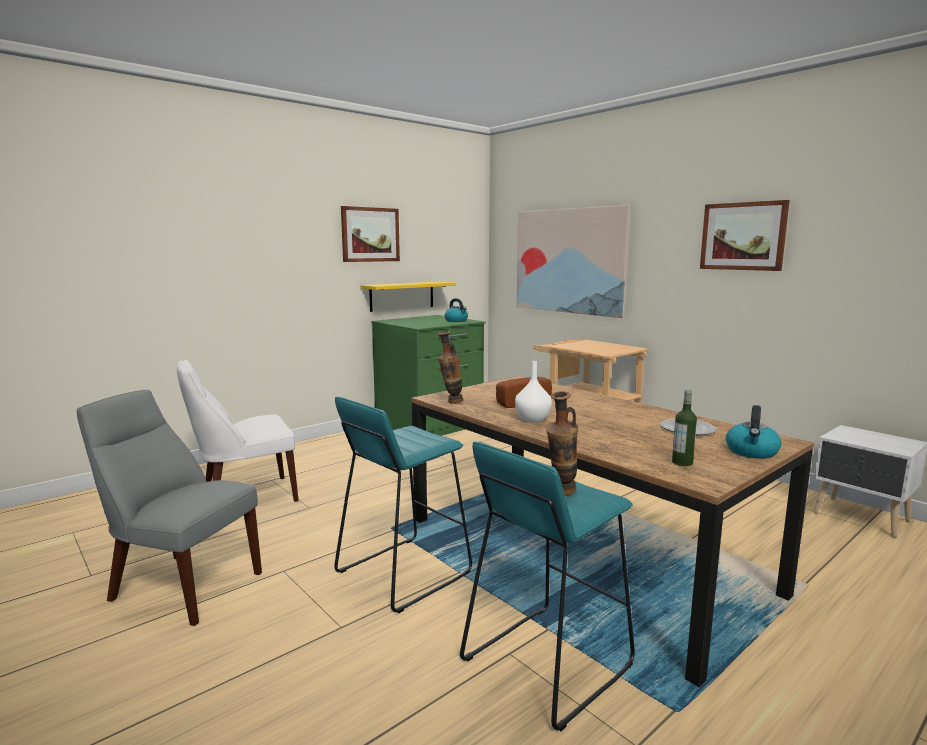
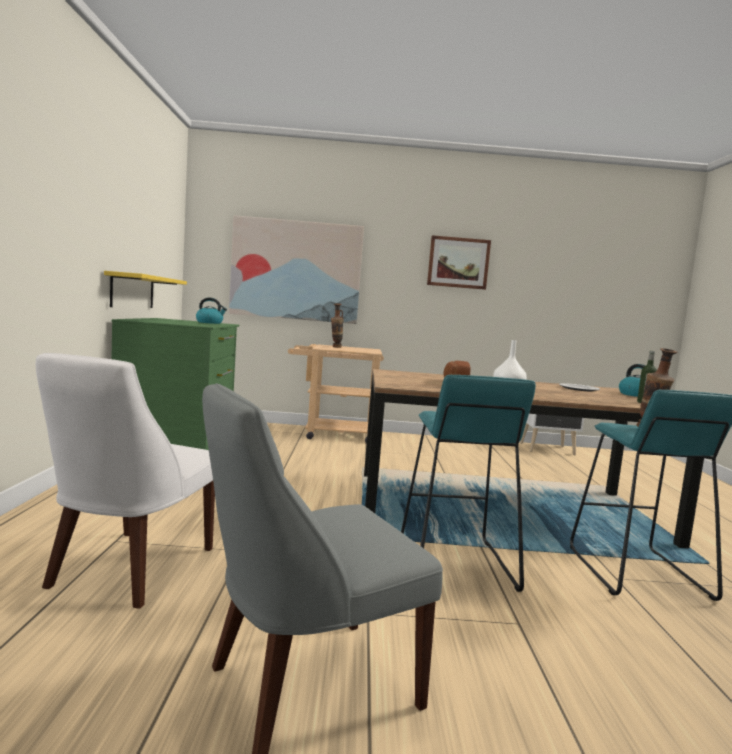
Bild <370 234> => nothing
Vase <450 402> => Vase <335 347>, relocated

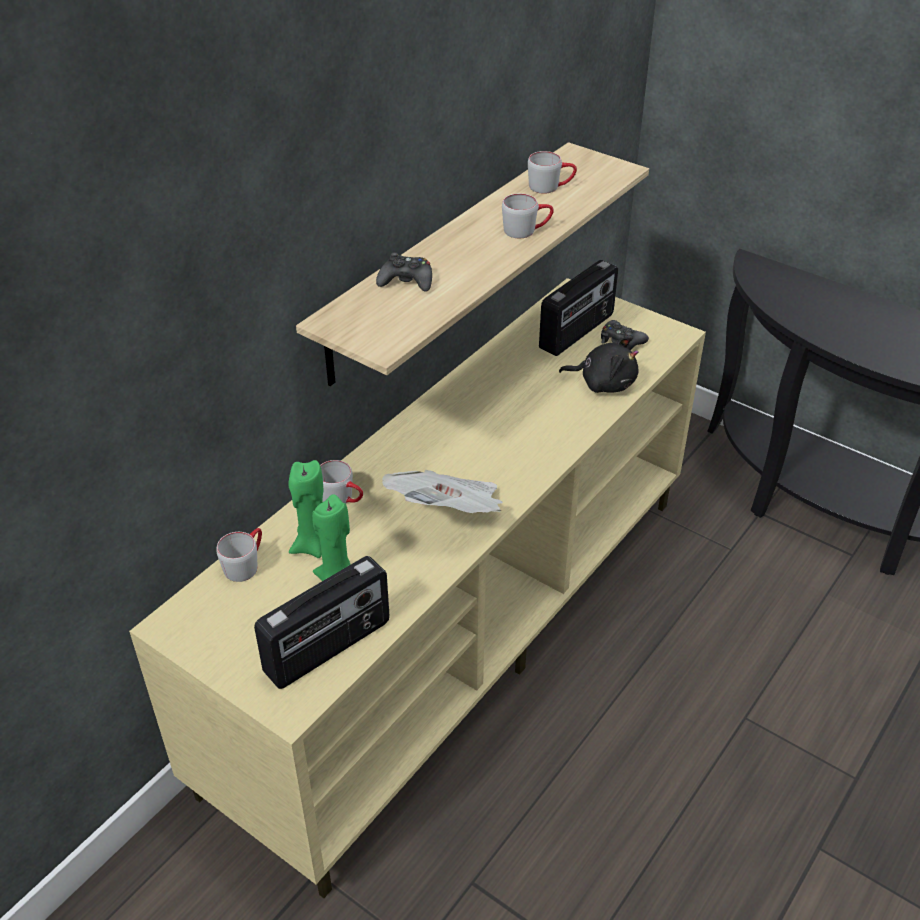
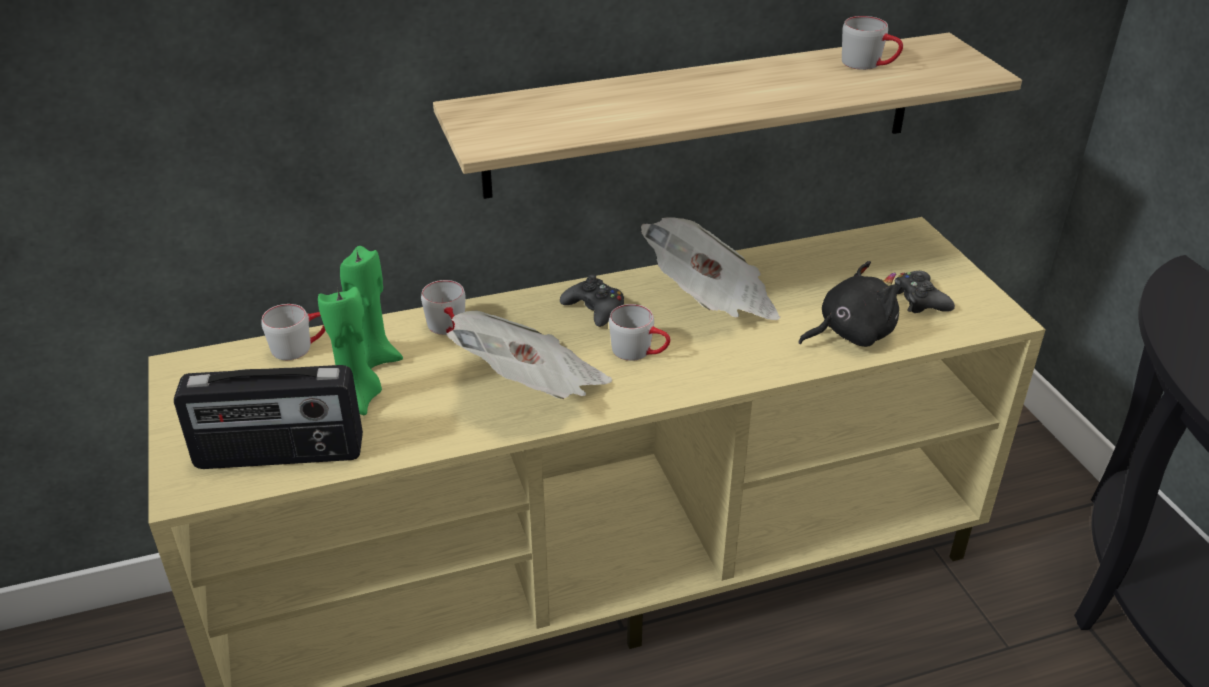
Henkelbecher (grau) <526 230> => Henkelbecher (grau) <640 352>, relocated
Gamepad (schwarz) <406 281> => Gamepad (schwarz) <595 309>, relocated
Radio <577 332> => nothing
Plüschtier (schwarz) <603 383> => Plüschtier (schwarz) <850 333>, 75 degrees counterclockwise
nothing => Zeitung <711 301>

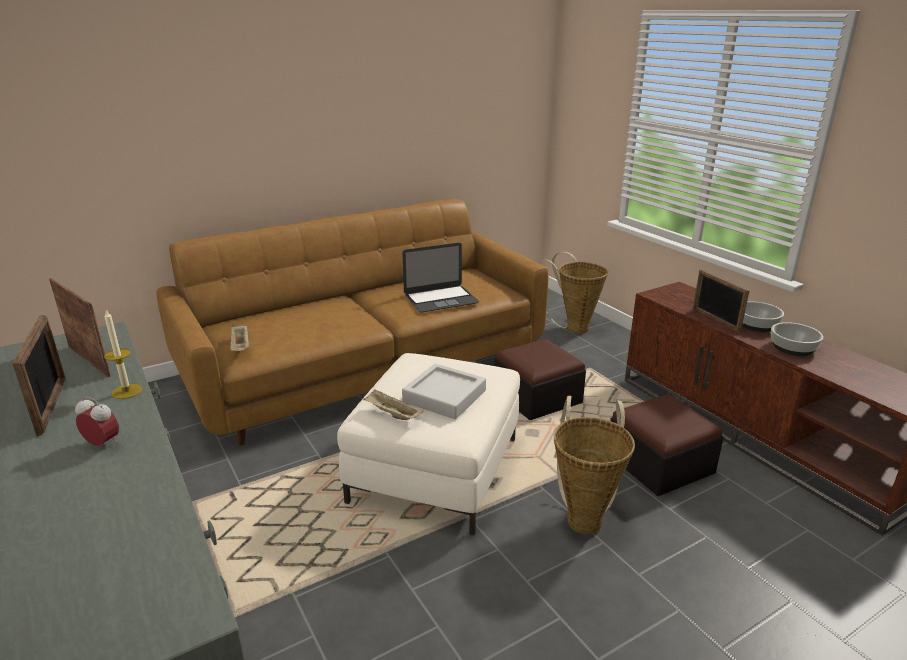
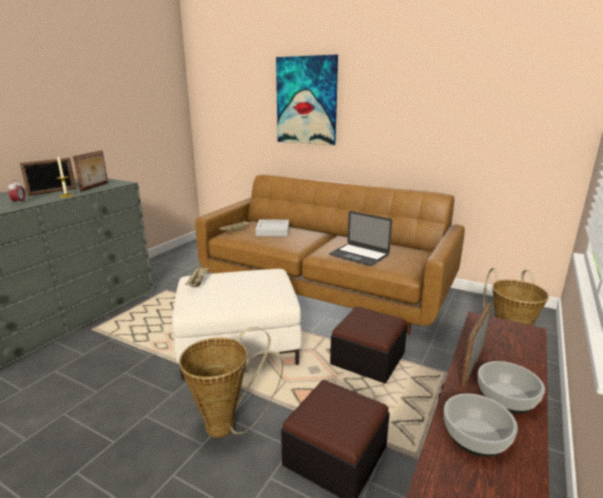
Tablett (grau) <444 396> => Tablett (grau) <273 231>, relocated
nothing => Bild <306 101>

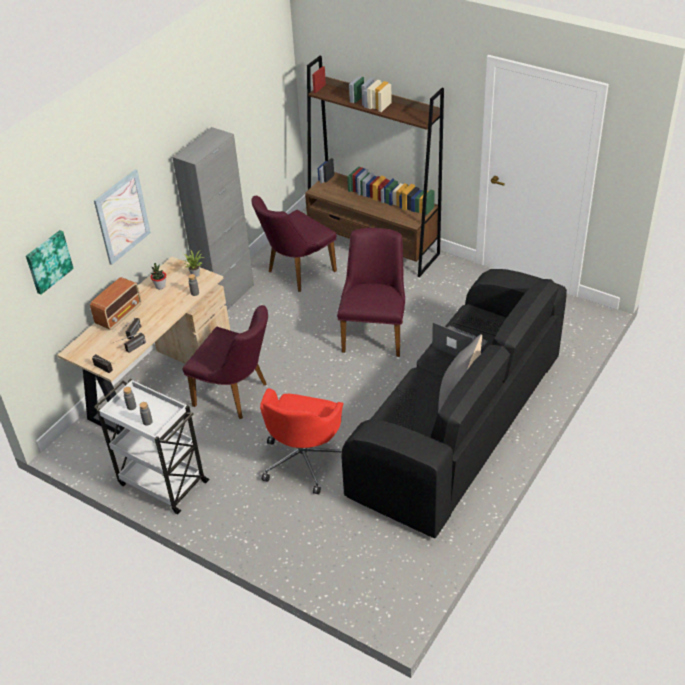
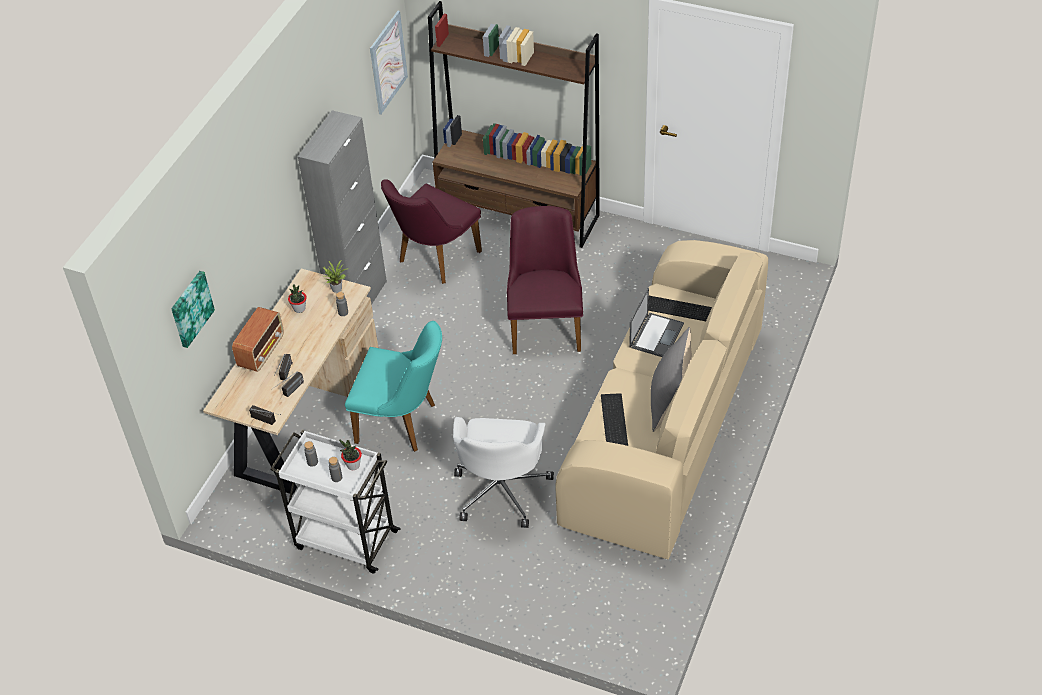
Bild <122 217> => Bild <388 62>, relocated
Sofa (schwarz) <458 426> => Sofa (beige) <665 427>
Stuhl (lila) <237 395> => Stuhl (türkis) <403 423>
Laptop <459 344> => Laptop <656 335>, 90 degrees clockwise
Bürostuhl (rot) <304 459> => Bürostuhl (weiß) <501 489>
nothing => Topfpflanze <353 465>

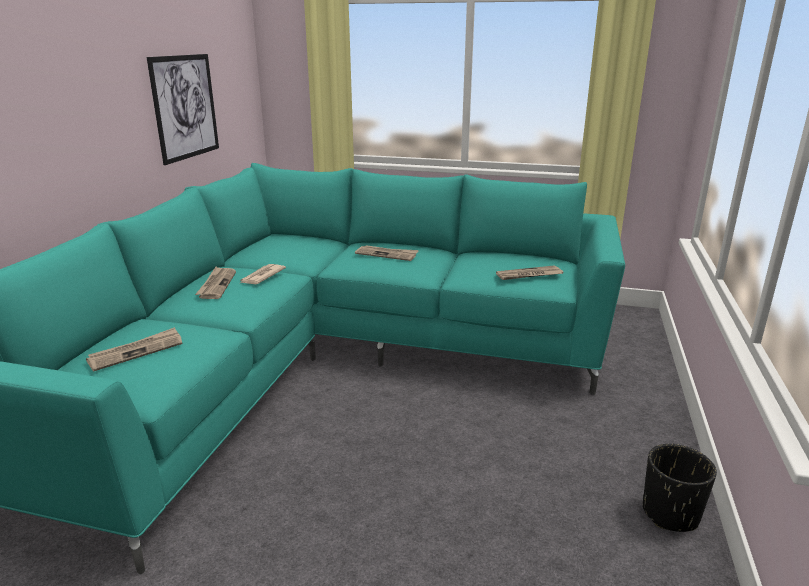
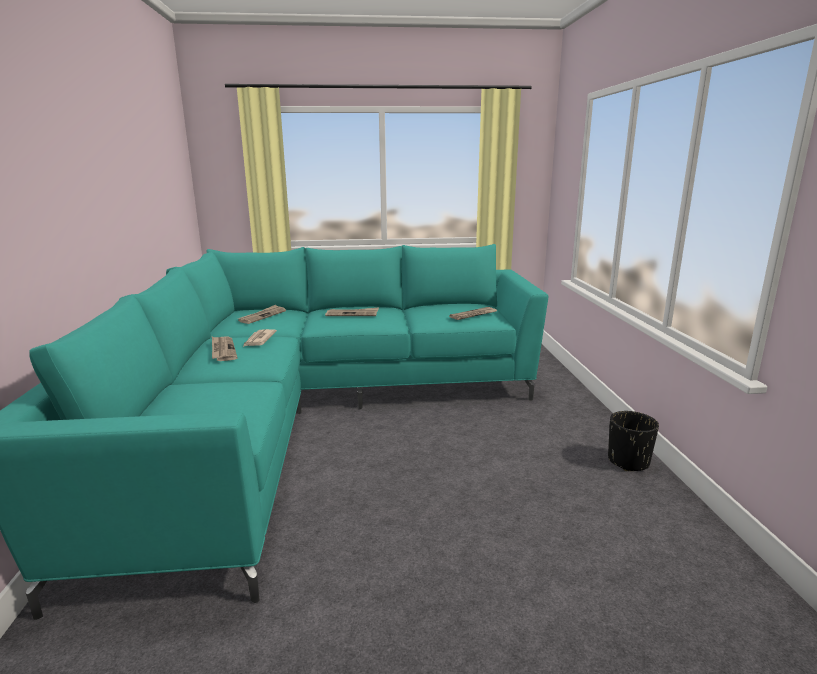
Bild <185 107> => nothing
Zeitung <136 351> => Zeitung <262 316>, relocated

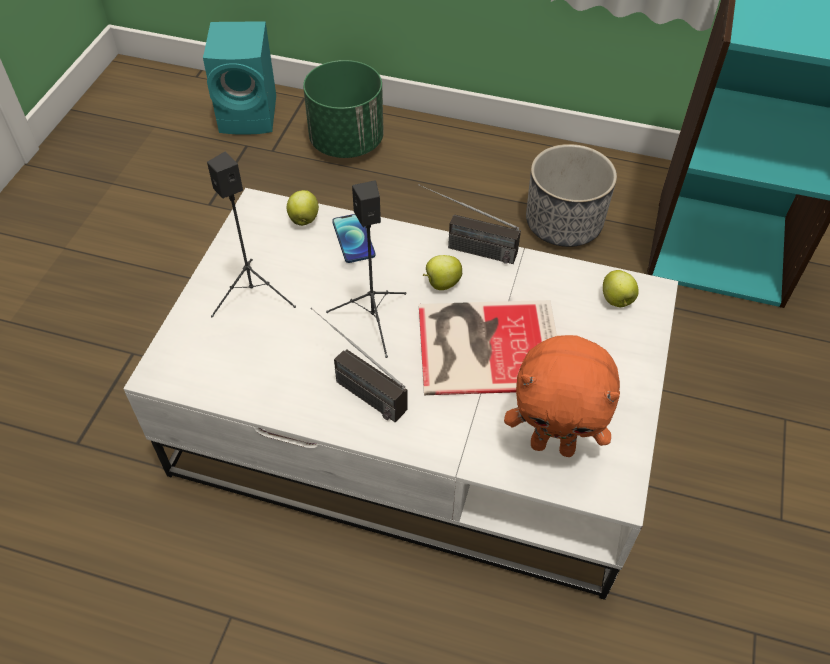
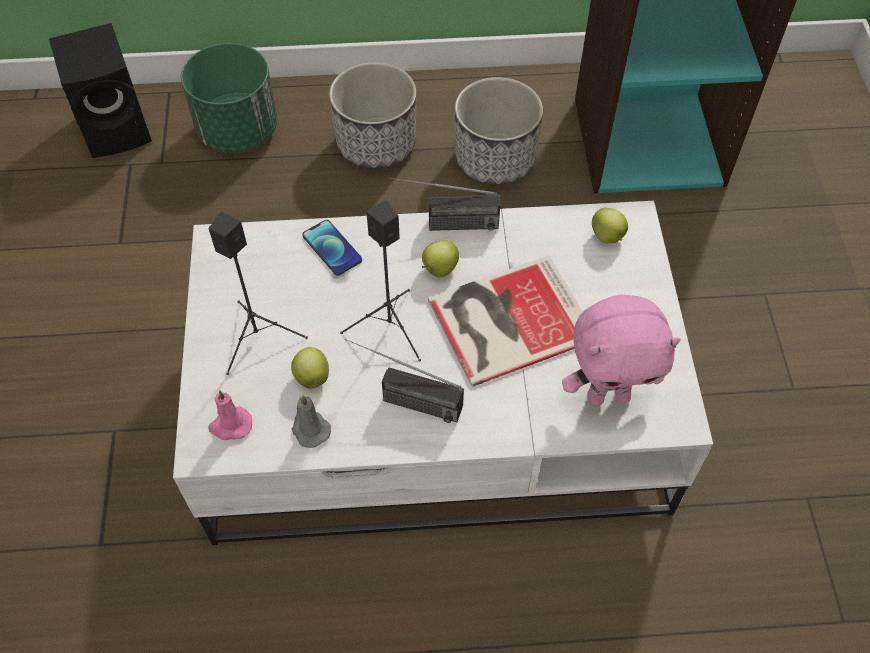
Lautsprecher (türkis) <251 115> => Lautsprecher (schwarz) <118 128>
Apfel <304 219> => Apfel <312 376>, relocated
Plüschtier (orange) <553 445> => Plüschtier (rosa) <608 395>
nothing => Pflanzkübel <375 144>
nothing => Kerze (rosa) <230 425>
nothing => Kerze (grau) <310 429>

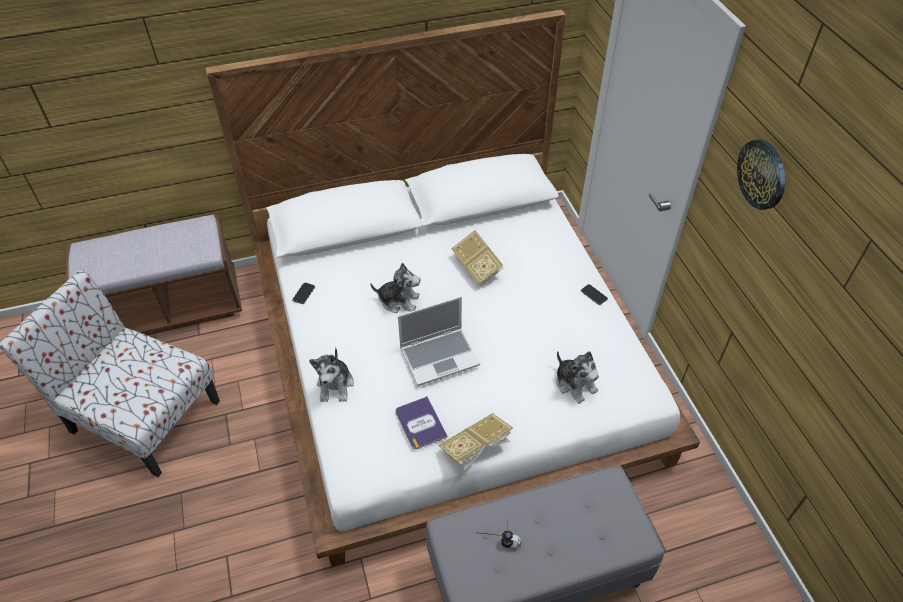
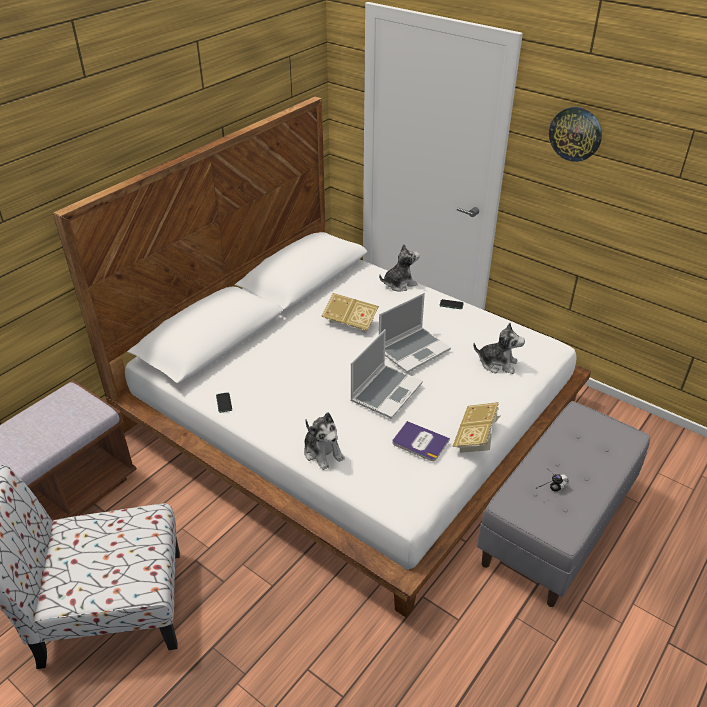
Plüschtier <399 301> => Plüschtier <399 284>, relocated
nothing => Laptop <413 350>

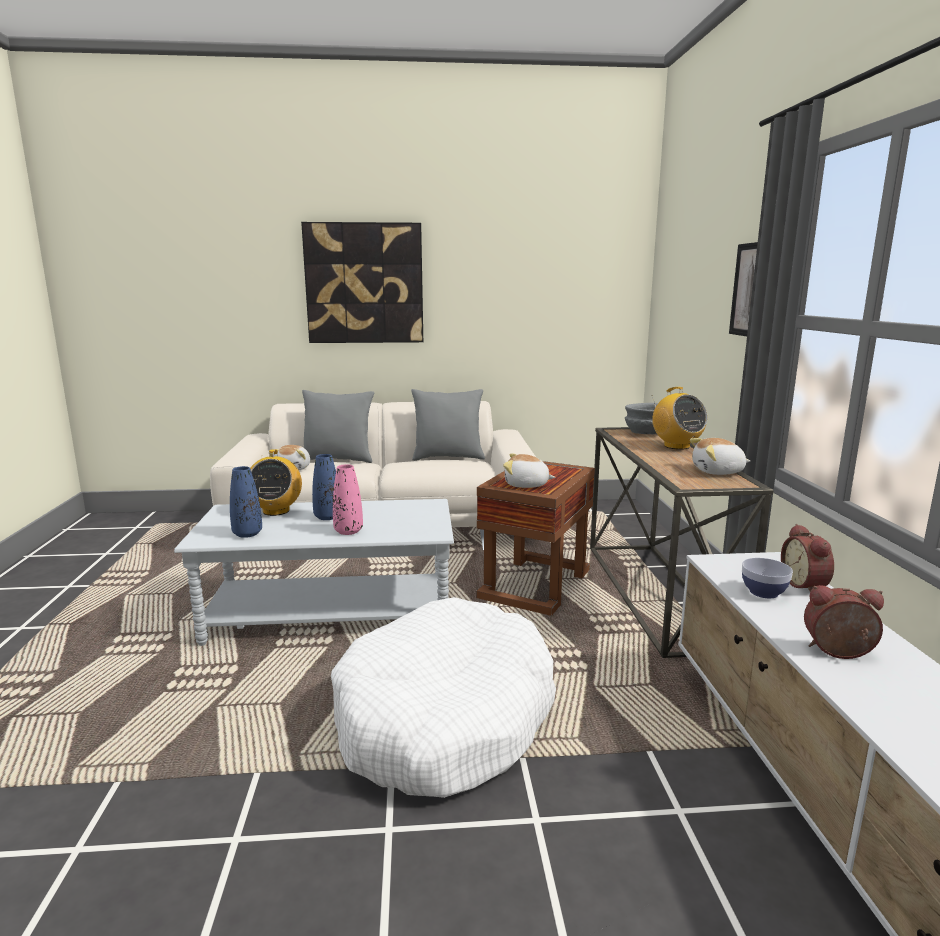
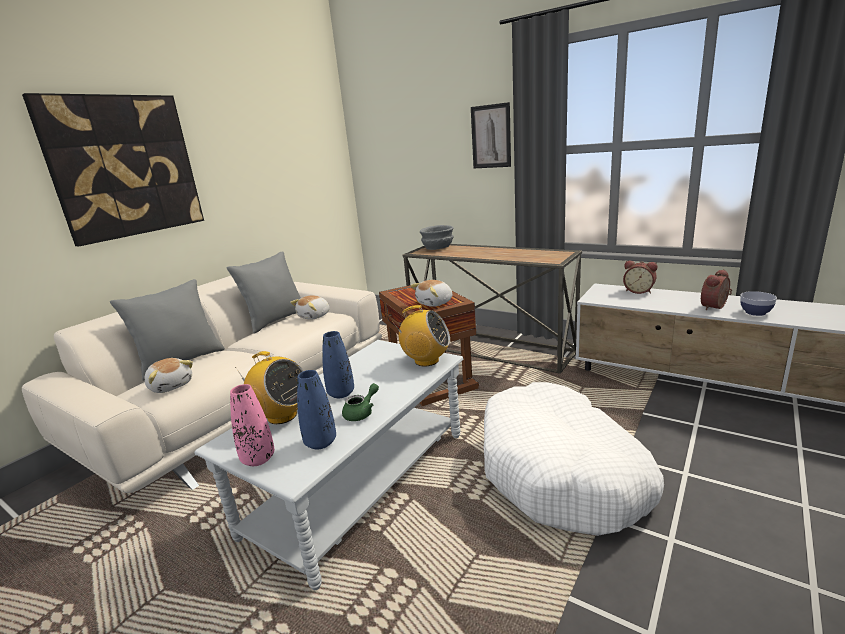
Radio <676 446> => Radio <426 361>, relocated
Plüschtier <718 472> => Plüschtier <315 316>, relocated
Vase (rosa) <348 531> => Vase (rosa) <258 459>, relocated
Schüssel <763 592> => Schüssel <755 312>, relocated
nothing => Teekanne (grün) <362 413>

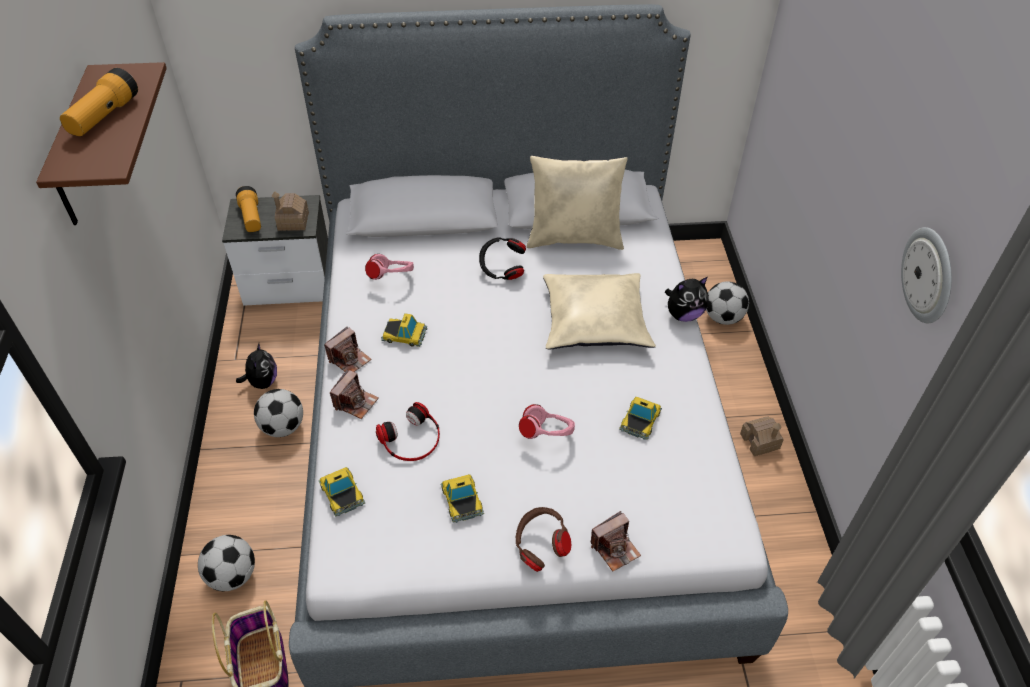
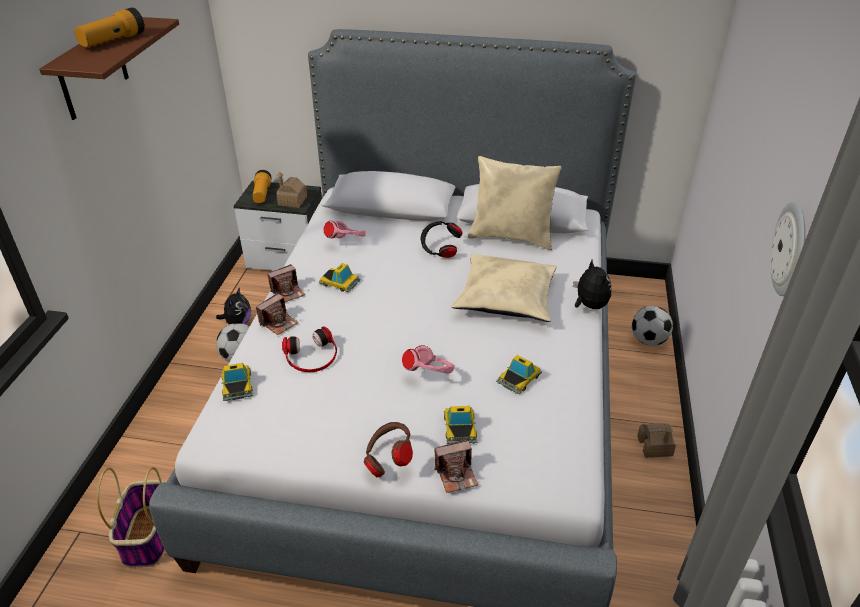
Plüschtier <683 314> => Plüschtier <589 305>, 105 degrees counterclockwise
Spielzeugauto <462 499> => Spielzeugauto <460 427>, relocated
Fußball <232 575> => nothing

